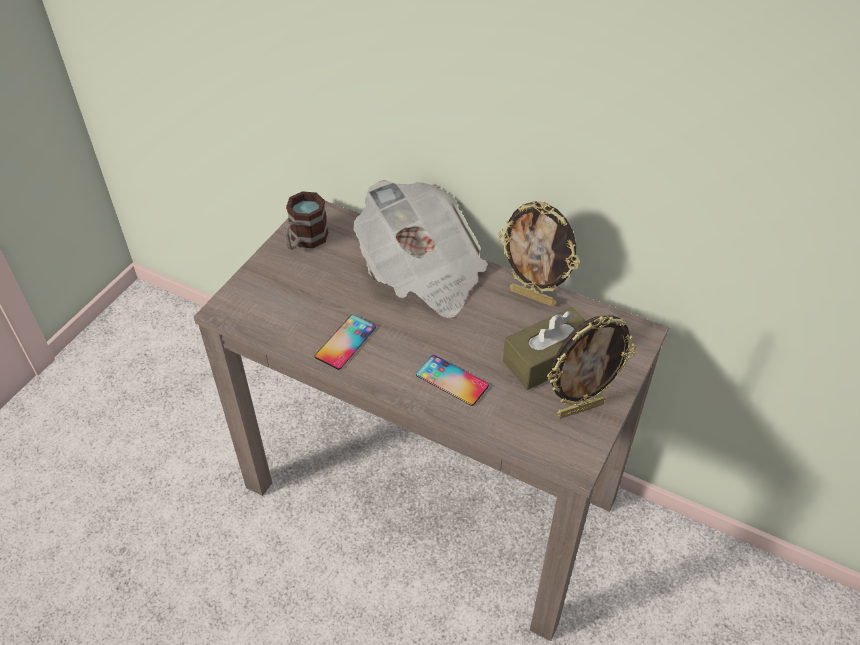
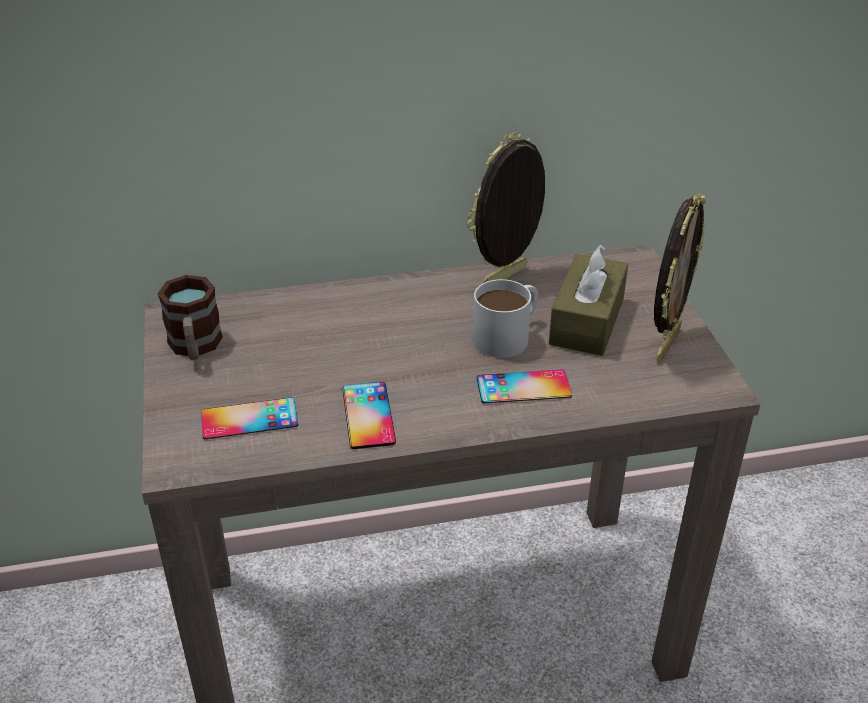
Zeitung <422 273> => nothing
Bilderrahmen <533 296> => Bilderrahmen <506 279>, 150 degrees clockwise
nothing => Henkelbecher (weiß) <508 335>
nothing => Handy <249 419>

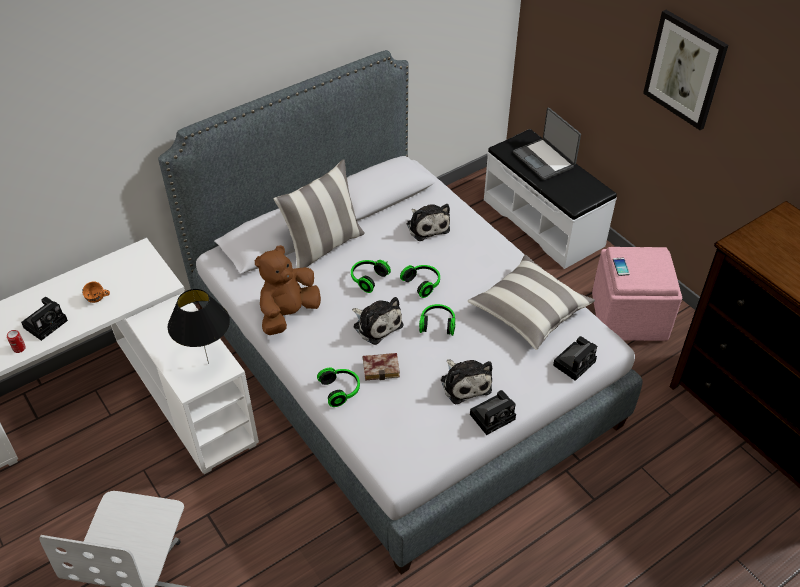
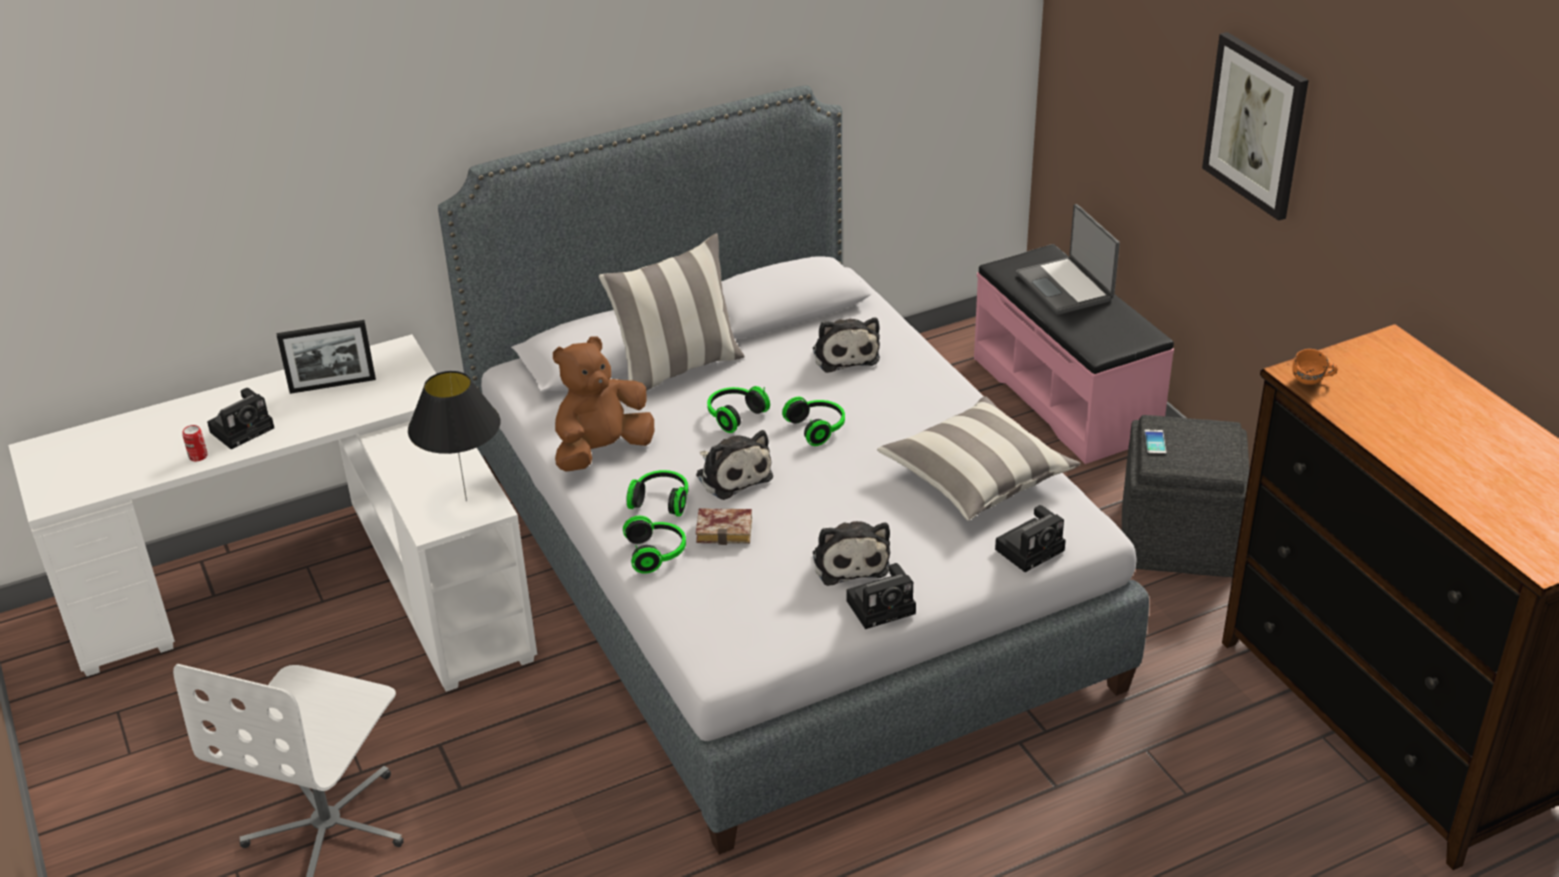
Bank (weiß) <543 222> => Bank (rosa) <1066 396>
Polsterhocker (rosa) <629 315> => Polsterhocker (grau) <1179 537>
Henkelbecher (orange) <98 299> => Henkelbecher (orange) <1312 382>, relocated
Kopfhörer <437 324> => Kopfhörer <661 501>, relocated
nothing => Bilderrahmen <332 385>

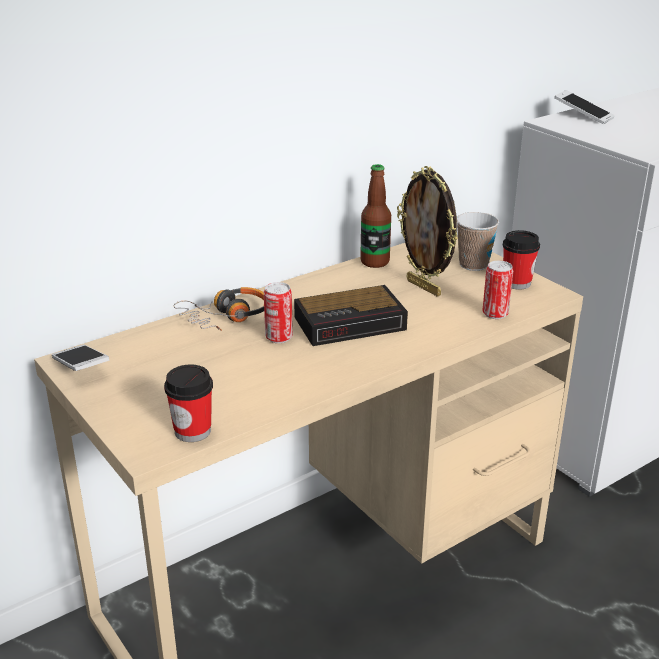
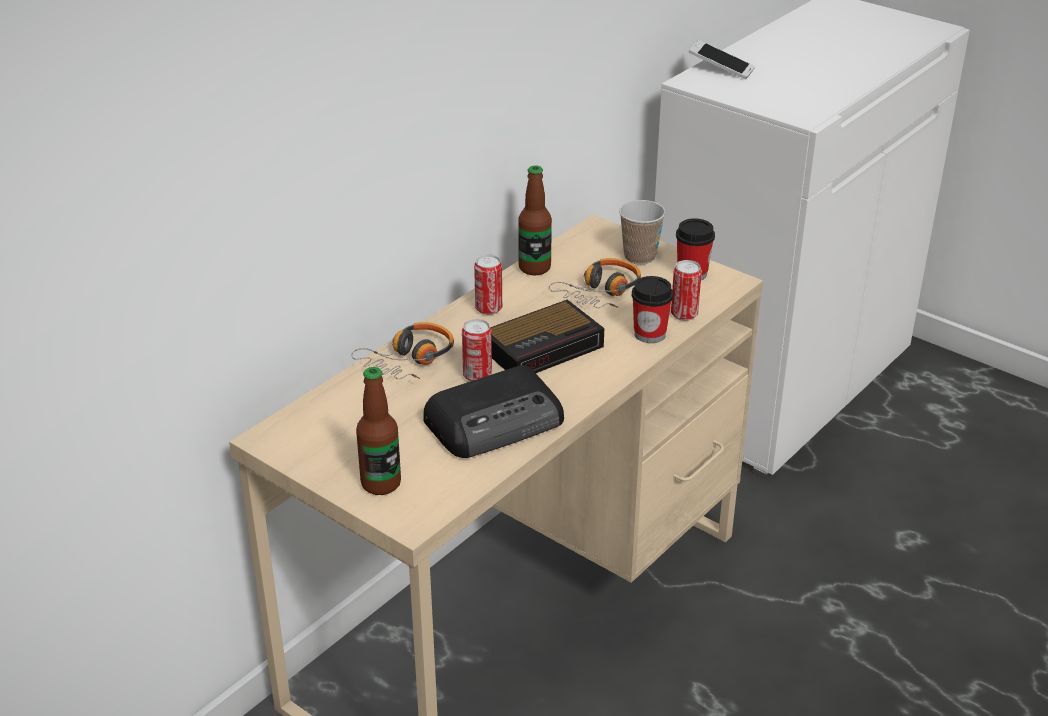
Bilderrahmen <425 287> => Kopfhörer <600 293>
Handy <81 367> => nothing
Tasse <192 431> => Tasse <649 334>, relocated
nothing => Dose <488 309>
nothing => Radio <497 422>
nothing => Flasche <381 484>

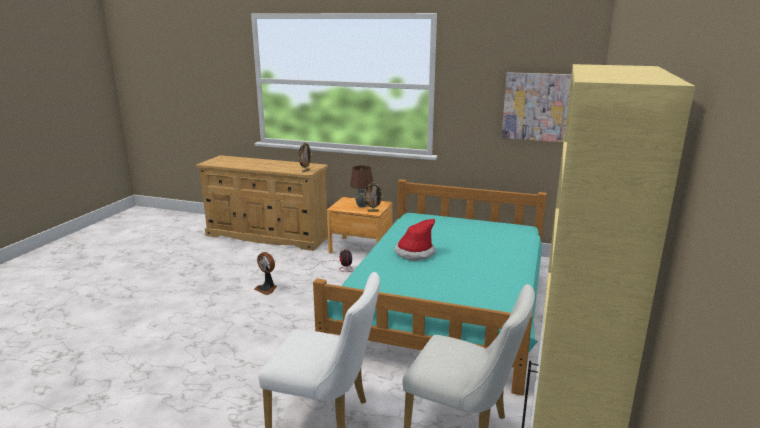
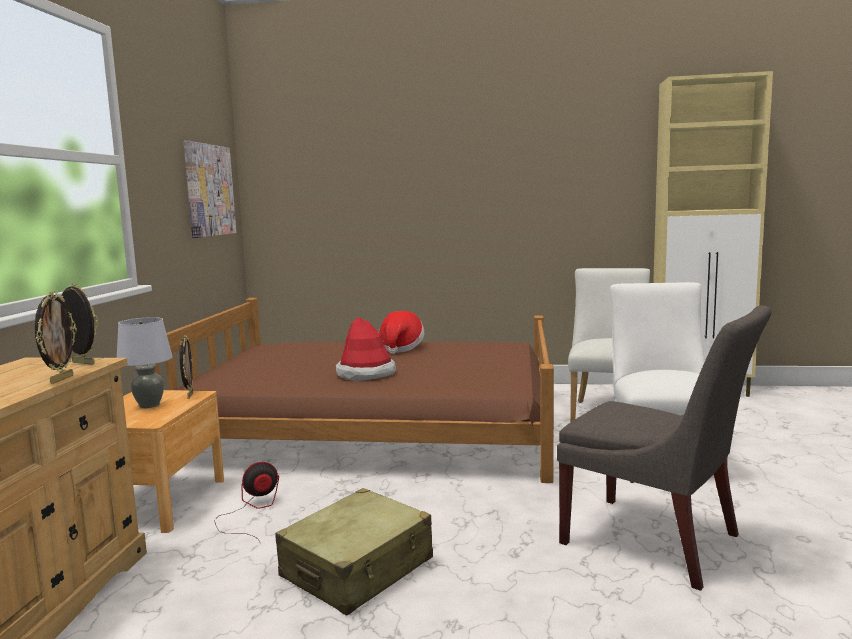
Tischlampe (braun) <362 206> => Tischlampe (grau) <149 405>
Bett (türkis) <445 302> => Bett (braun) <375 429>
Ventilator <267 289> => Koffer (beige) <358 568>
nothing => Bilderrahmen <61 379>
nothing => Stuhl (grau) <657 542>
nothing => Hut <400 348>

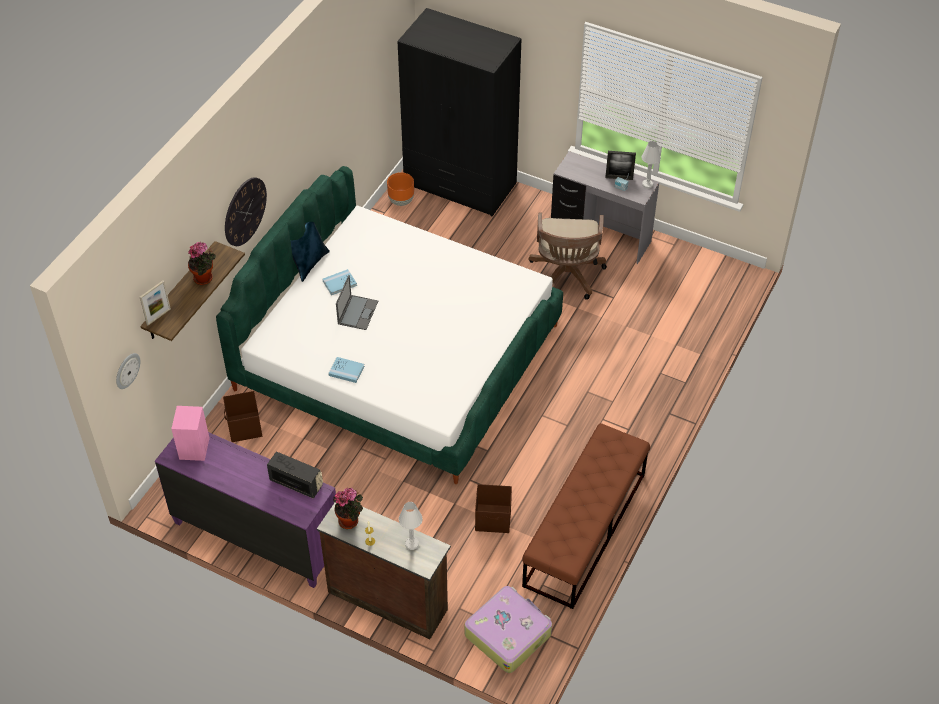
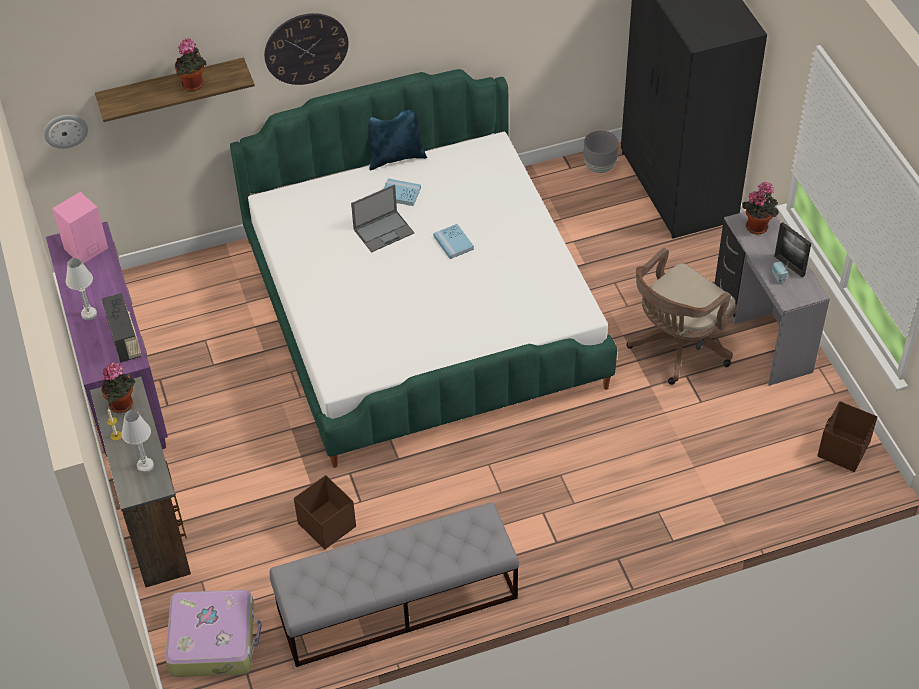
Tischlampe (weiß) <647 184> => Tischlampe (weiß) <89 314>, relocated
Pflanzkübel (orange) <401 201> => Pflanzkübel (grau) <599 167>
Bilderrahmen <158 316> => nothing
Buch (blau) <346 371> => Buch (blau) <453 242>, relocated
Aufbewahrungsbox (braun) <244 427> => Aufbewahrungsbox (braun) <842 450>, relocated
Bank (braun) <584 529> => Bank (grau) <396 603>
nothing => Topfpflanze <757 225>

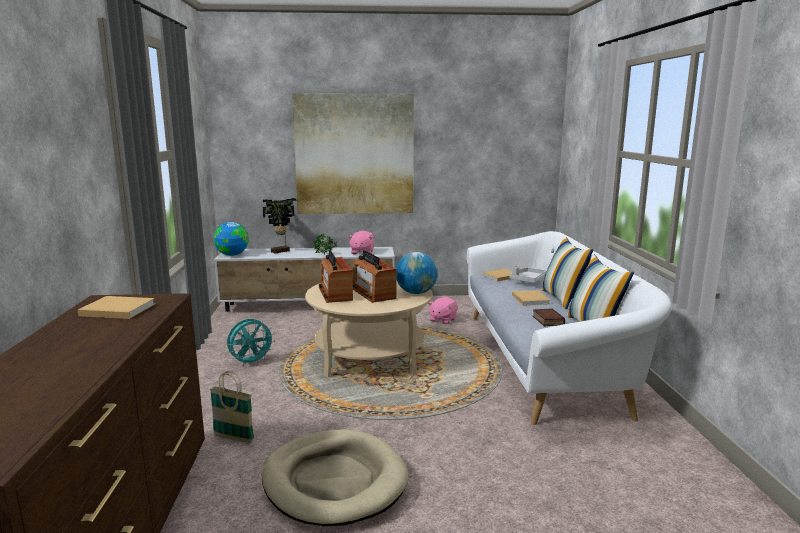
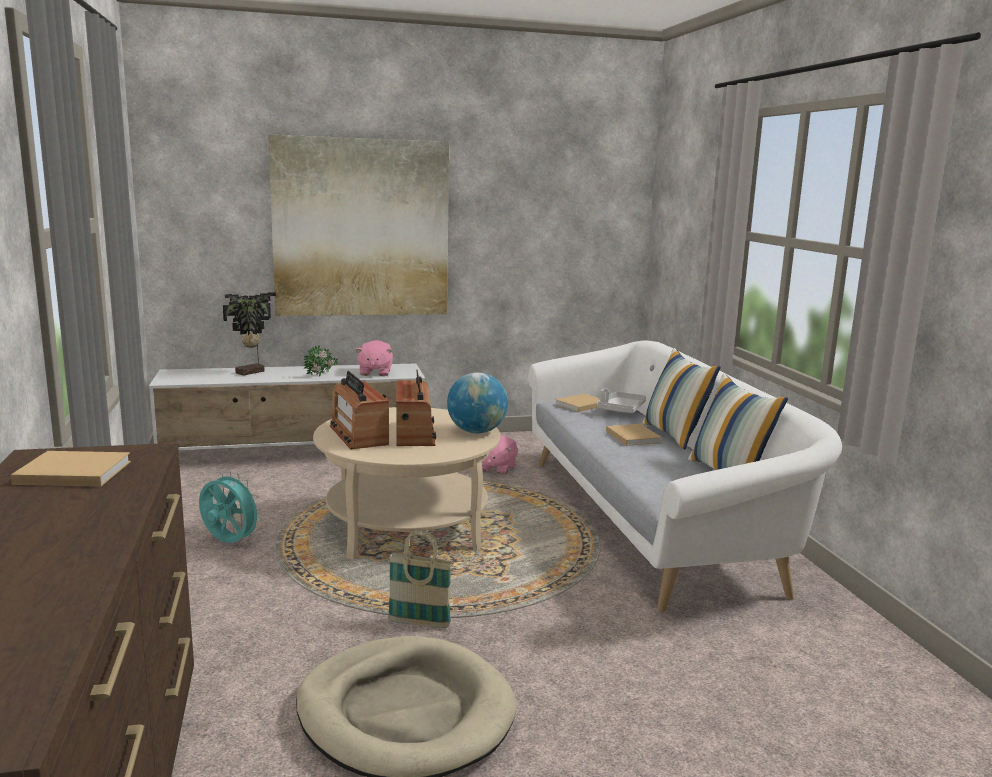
Globus <232 255> => nothing
Radio <373 293> => Radio <414 433>, 150 degrees counterclockwise
Buch <547 320> => nothing
Ventilator (türkis) <251 363> => Ventilator (türkis) <229 543>, 105 degrees counterclockwise
Korb <234 438> => Korb <419 623>, relocated

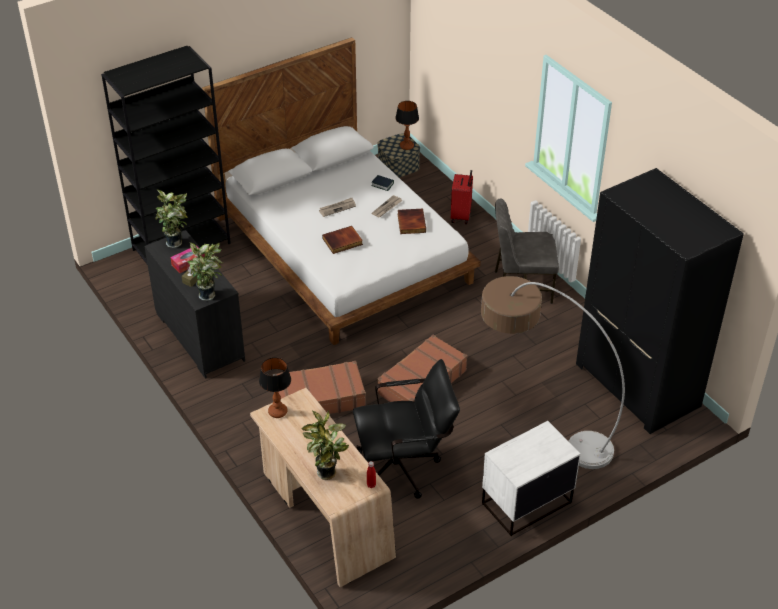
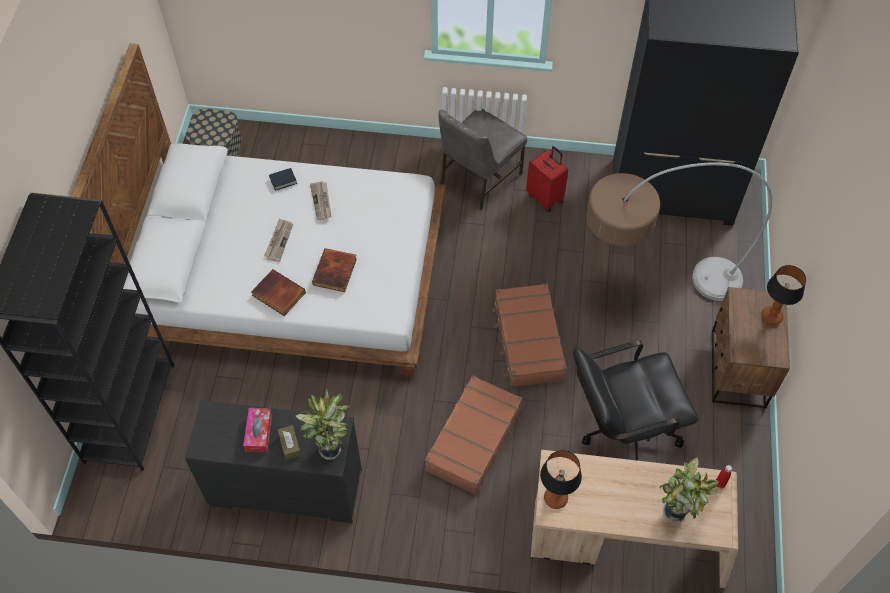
Tischlampe <406 146> => Tischlampe <772 317>, relocated
Koffer (rot) <461 216> => Koffer (rot) <545 197>, relocated
Topfpflanze <176 242> => nothing
Buch <410 223> => Buch <278 294>, relocated
Bürostuhl (schwarz) <404 467> => Bürostuhl (schwarz) <621 431>, 135 degrees counterclockwise
Nachttisch (weiß) <525 503> => Nachttisch (braun) <737 369>

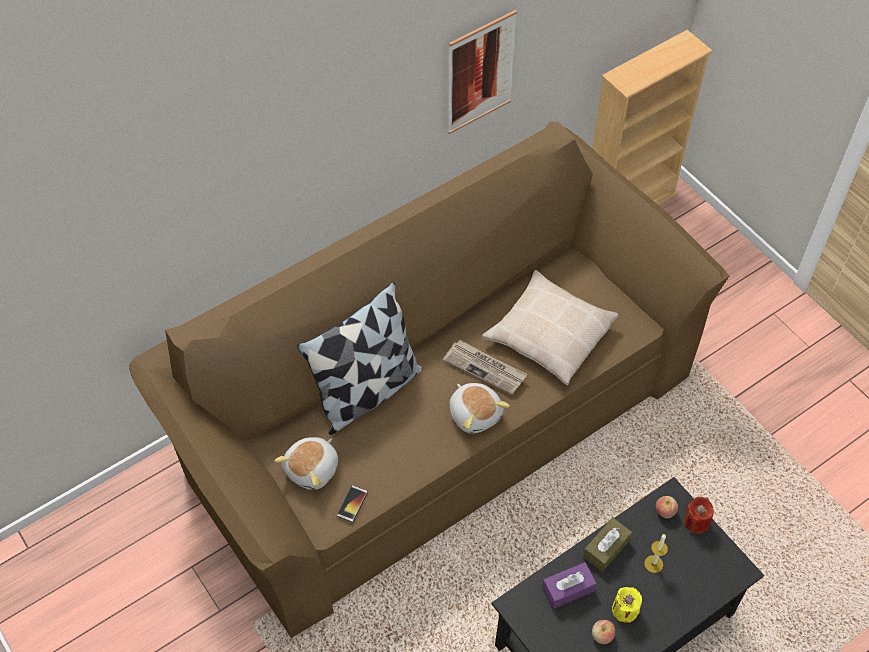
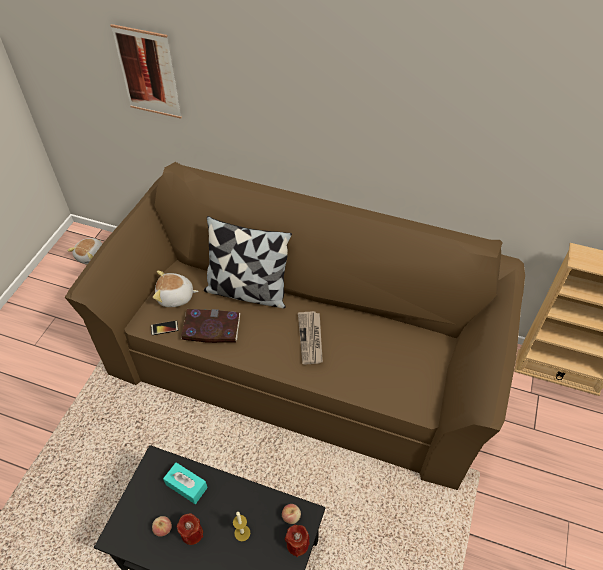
Bild <480 73> => Bild <148 72>, relocated
Kissen (beige) <549 334> => nothing
Plüschtier <475 413> => Plüschtier <92 256>, relocated
Taschentuchbox (braun) <606 548> => nothing
Taschentuchbox (lila) <568 589> => Taschentuchbox (türkis) <186 486>
Kerze (gelb) <624 610> => Kerze (rot) <192 533>
nothing => Buch <211 328>

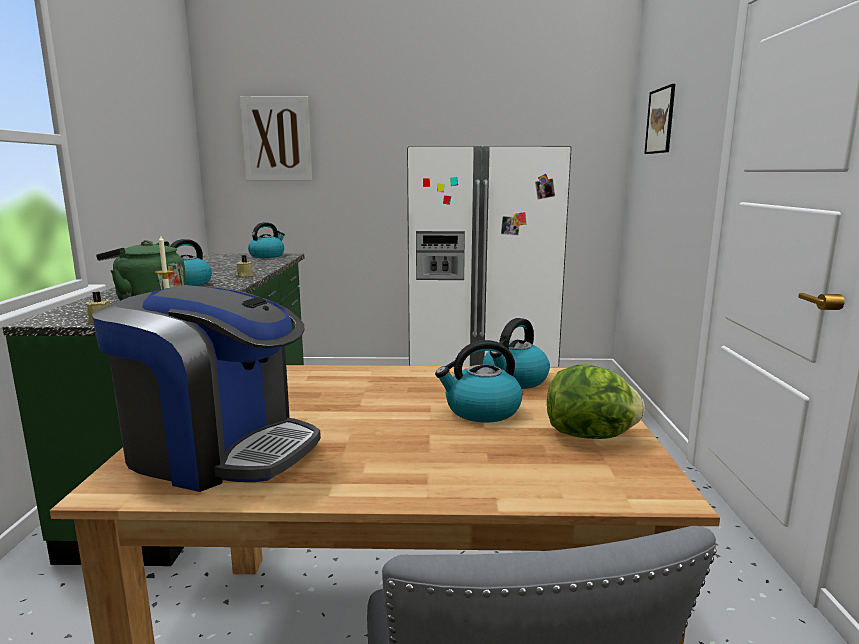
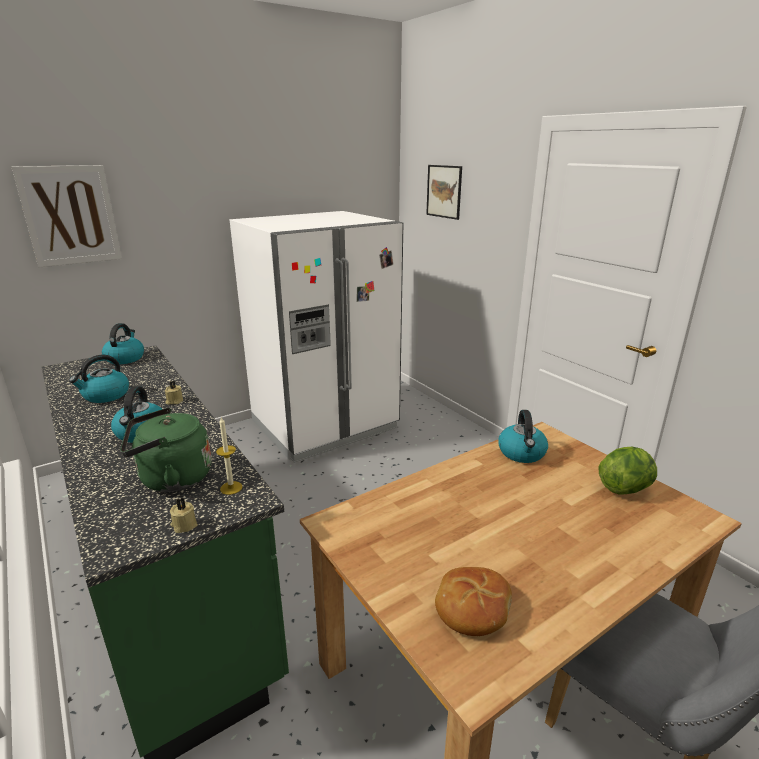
Kaffeemaschine <218 450> => Brot <471 608>
Wasserkessel <481 411> => Wasserkessel <105 395>, relocated

